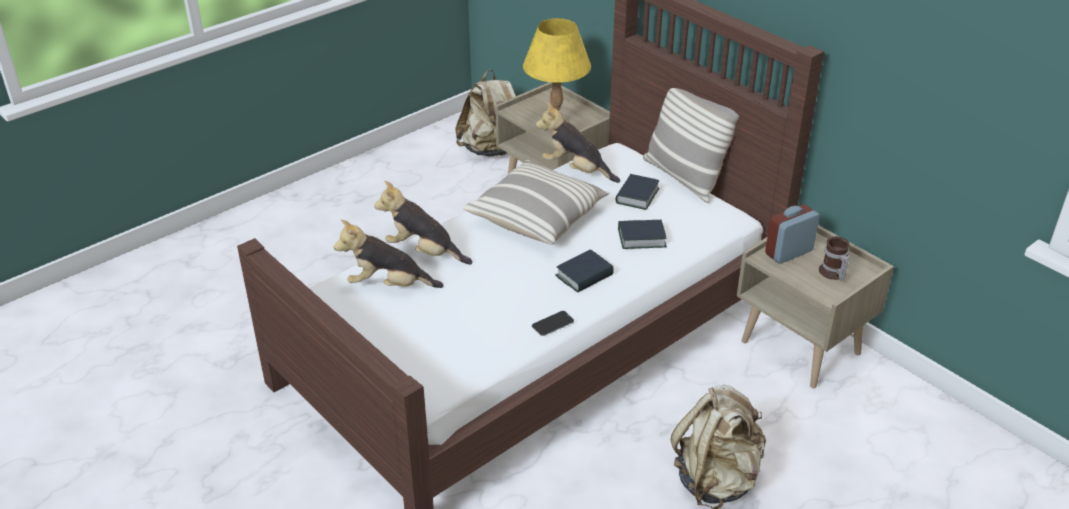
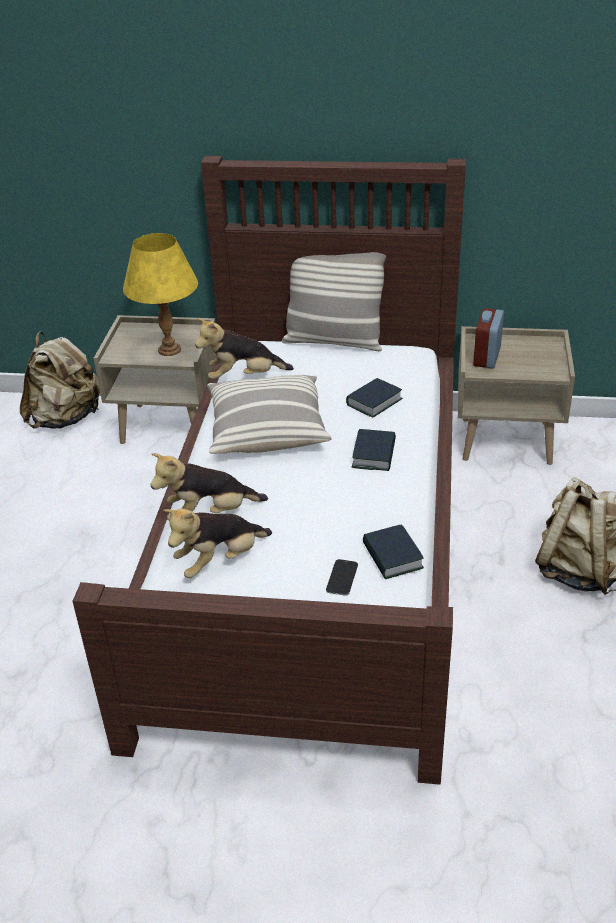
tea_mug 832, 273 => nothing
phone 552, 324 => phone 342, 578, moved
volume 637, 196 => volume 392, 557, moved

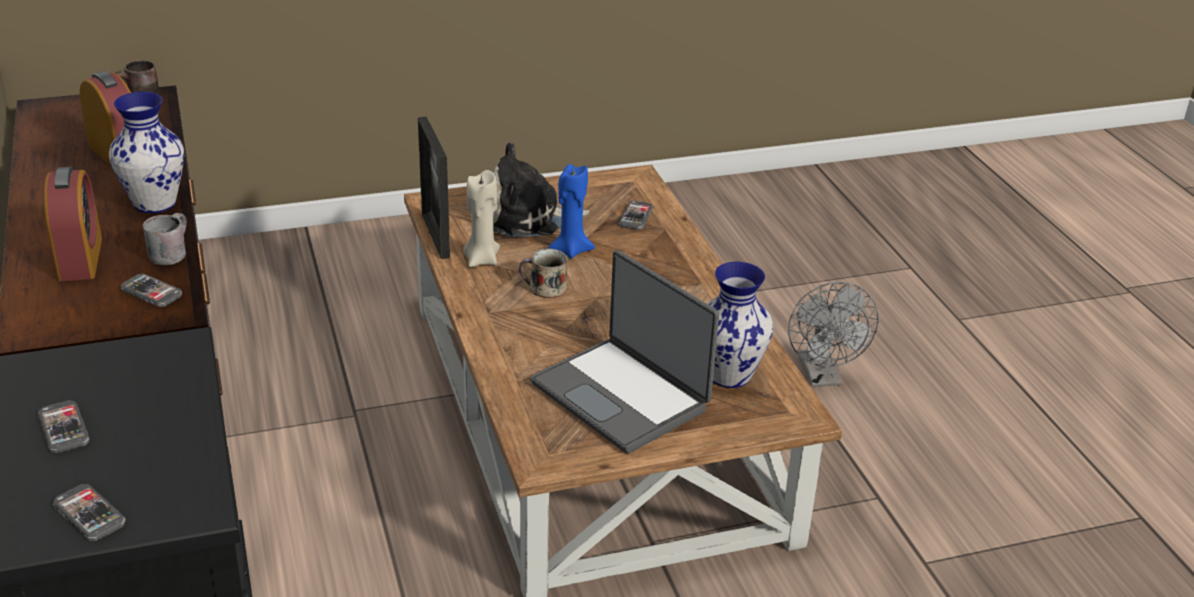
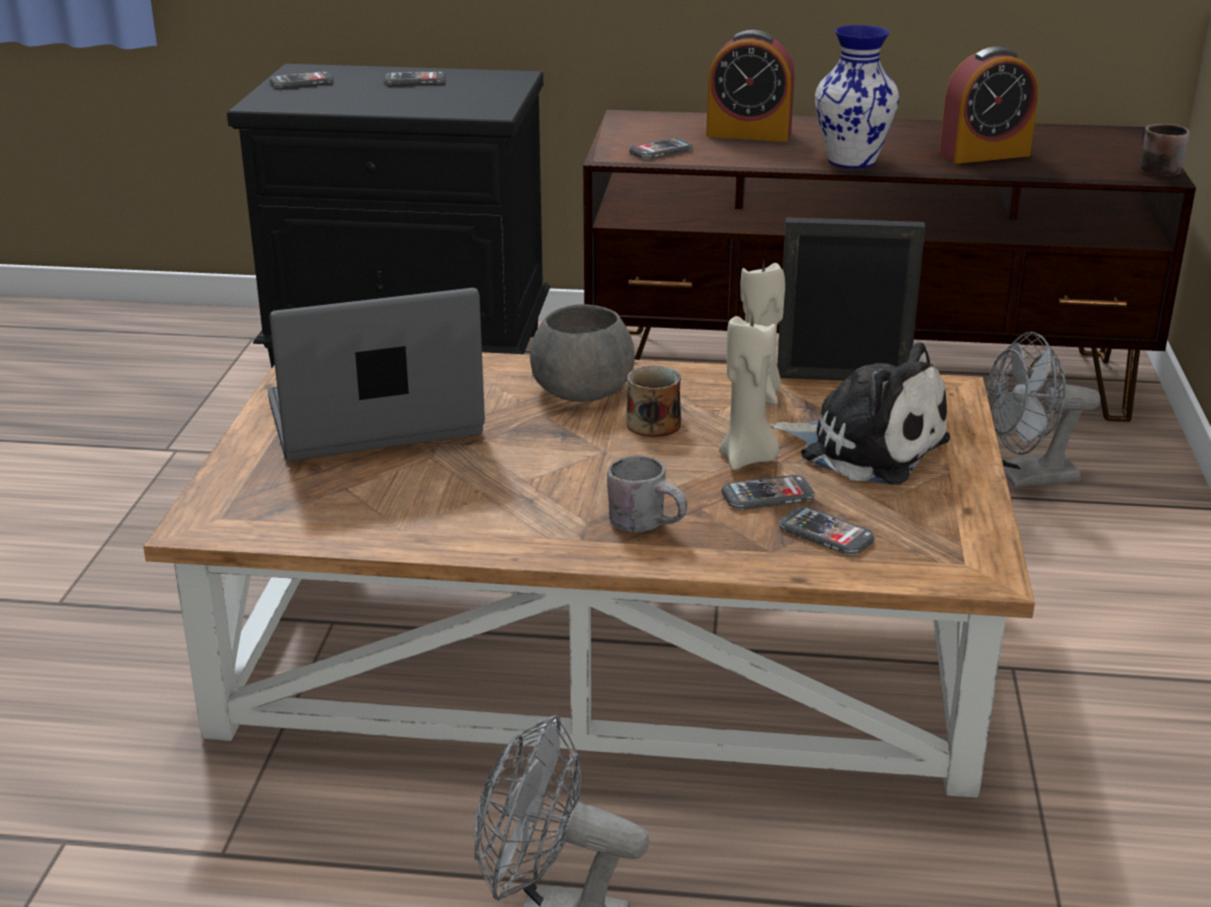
decorative_vase 728, 374 => nothing
nothing => greyish_bowl 581, 391
nothing => phone 767, 496
nothing => greyish_cooling_fan 1026, 477
greyish_tea_mug 168, 252 => greyish_tea_mug 649, 523, moved
bluish_wax_candle 571, 250 => beige_wax_candle 747, 459
soft_toy 528, 217 => soft_toy 866, 447, 105 degrees clockwise

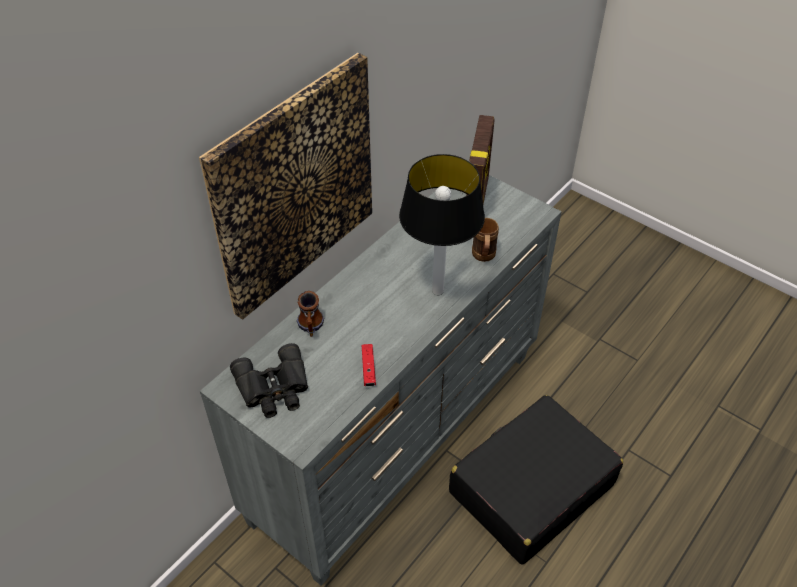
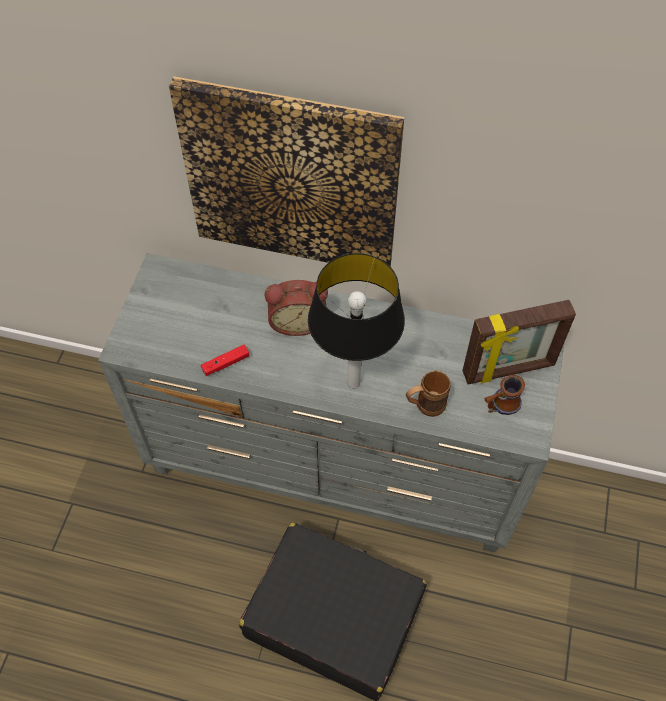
black_pair_of_binoculars 274, 388 => nothing
nothing => bedside_clock 297, 321
tea_mug 311, 328 => tea_mug 499, 406, moved

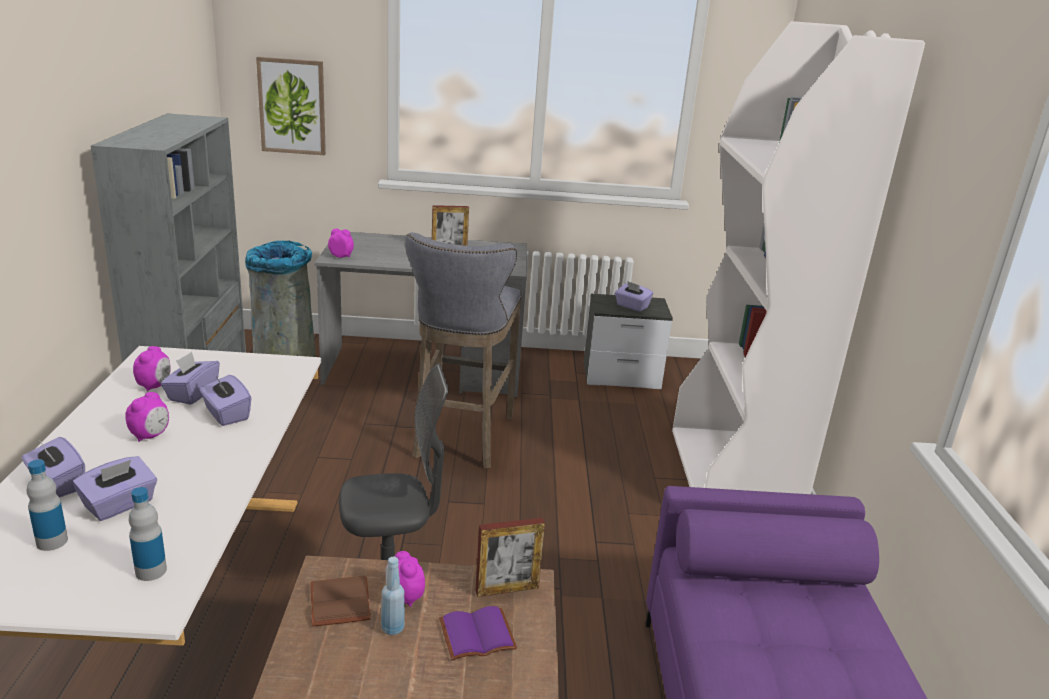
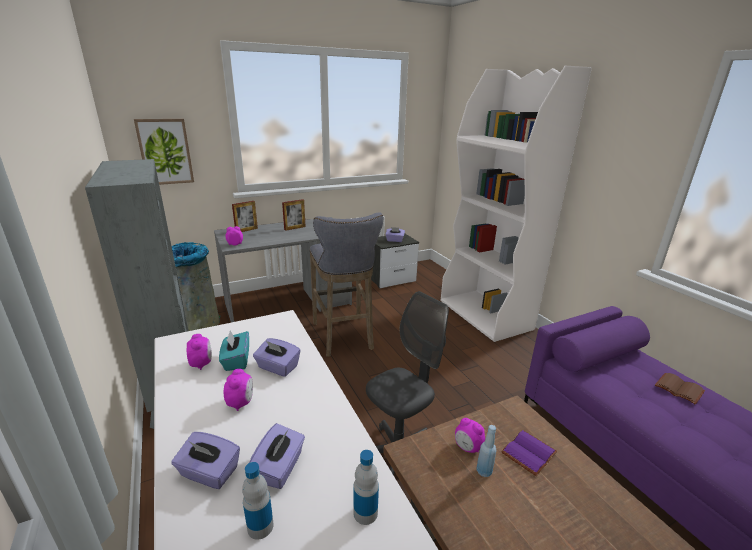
brownish_volume 338, 601 => brownish_volume 677, 389, moved
standing_frame 507, 589 => standing_frame 246, 230, moved
purplish_tissue_holder 192, 394 => turquoise_tissue_holder 236, 360

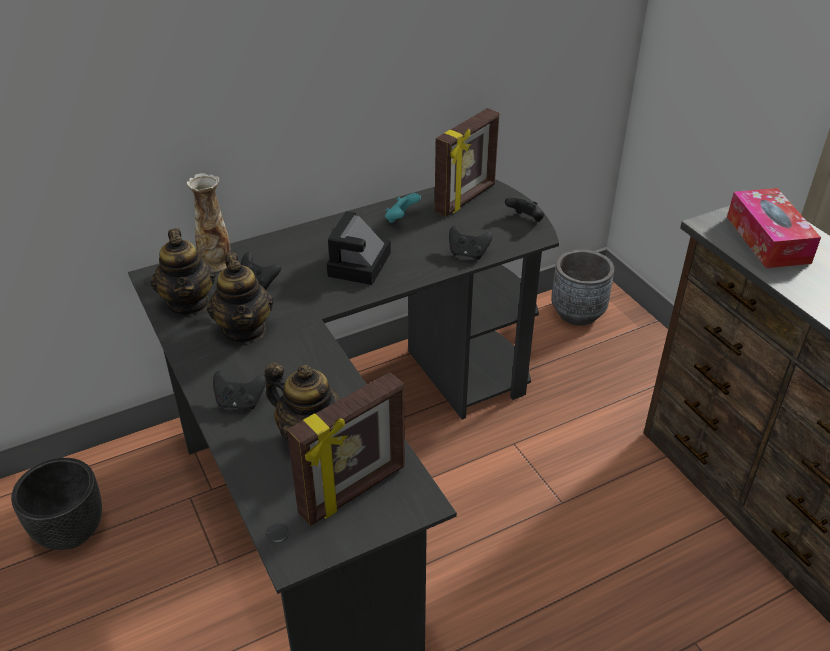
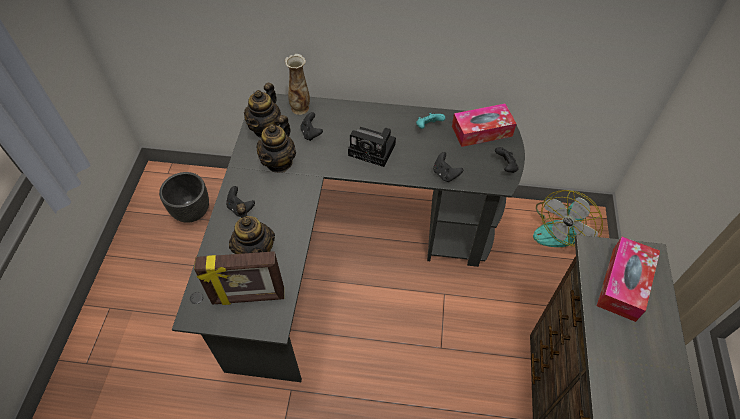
standing_frame 466, 199 => tissue_holder 482, 131
greyish_flower_pot 578, 313 => cooling_fan 561, 228
still_camera 359, 266 => still_camera 374, 150, 120 degrees counterclockwise

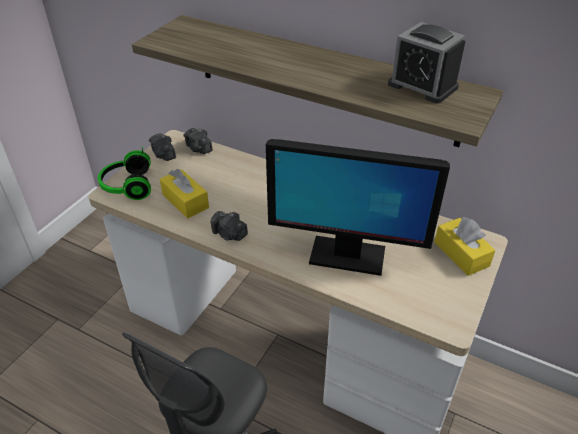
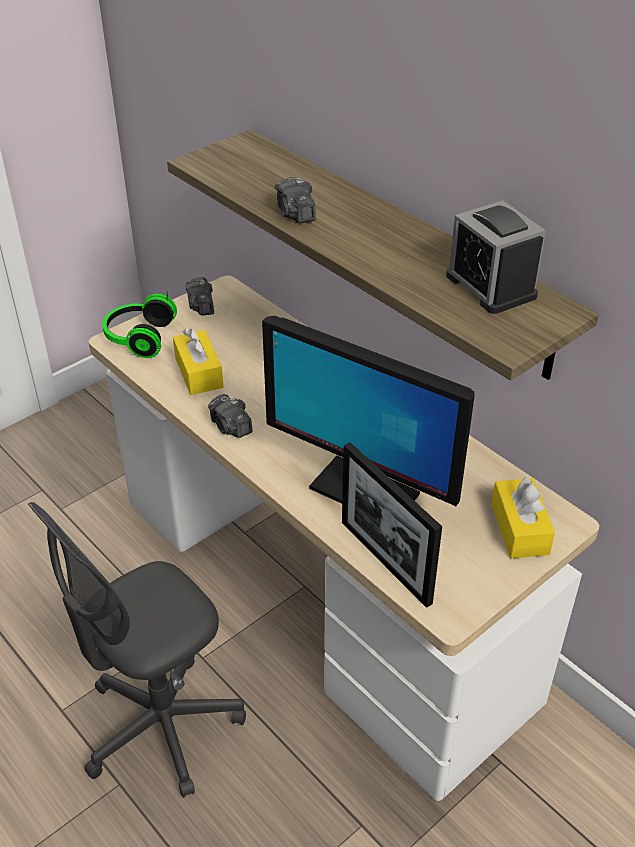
nothing => standing_frame 385, 561
still_camera 198, 149 => still_camera 295, 214, moved

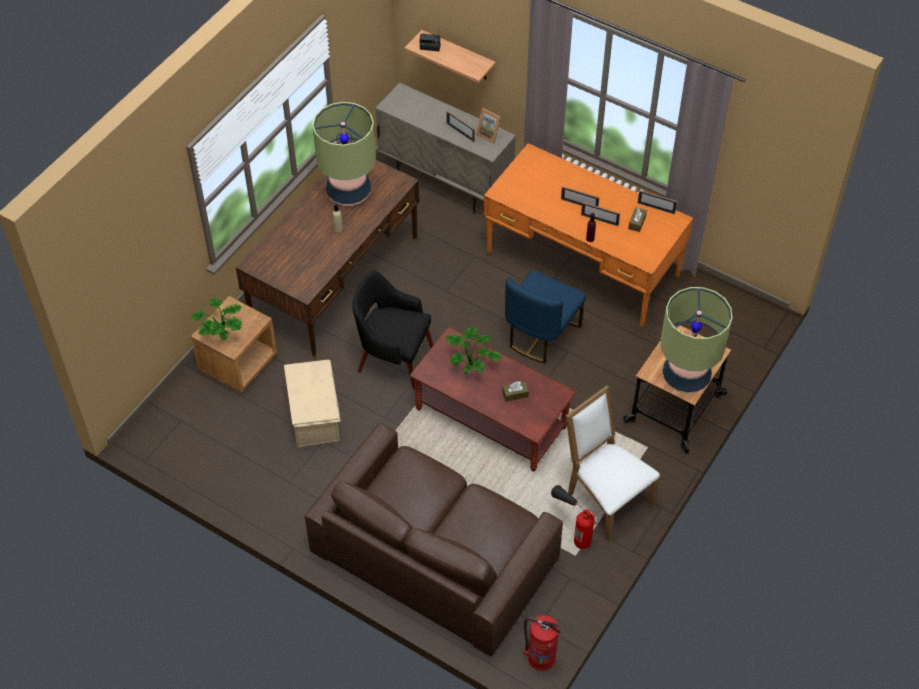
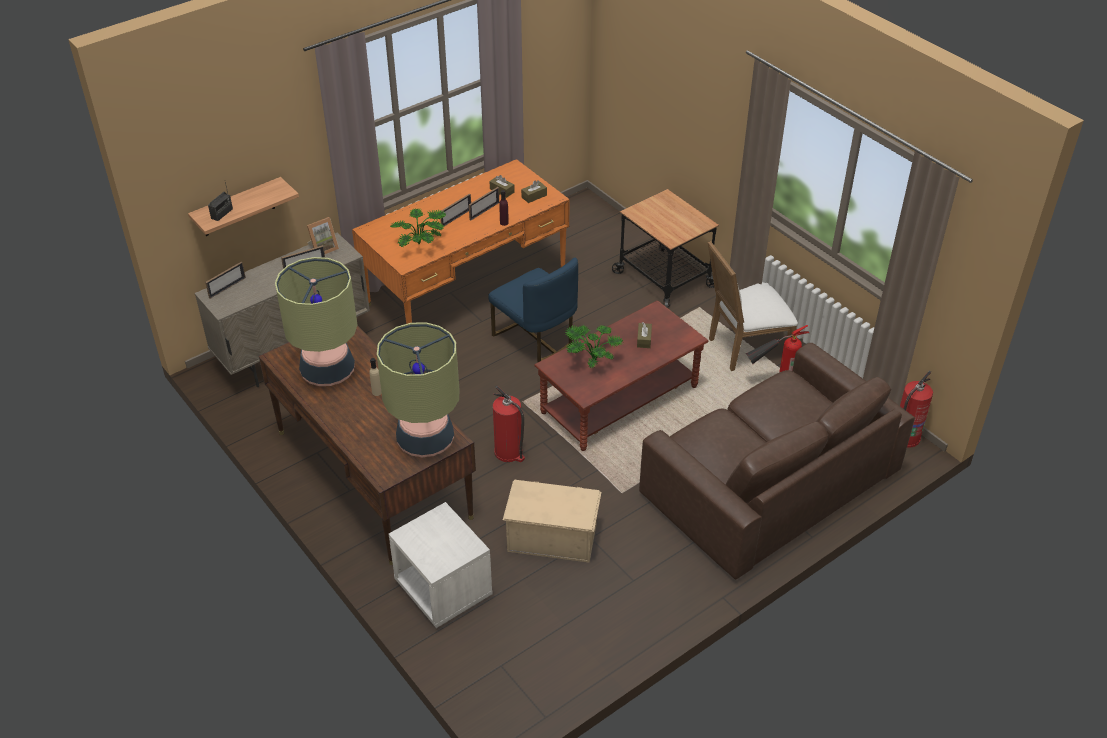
nothing => brownish_tissue_holder 534, 196
plant_in_a_pot 221, 332 => plant_in_a_pot 421, 245, moved
standing_frame 656, 208 => standing_frame 227, 288, moved
table_lamp 686, 377 => table_lamp 426, 440, moved
black_lounge_chair 394, 359 => fire_extinguisher 509, 452
brownish_bedside_table 238, 363 => white_bedside_table 442, 589

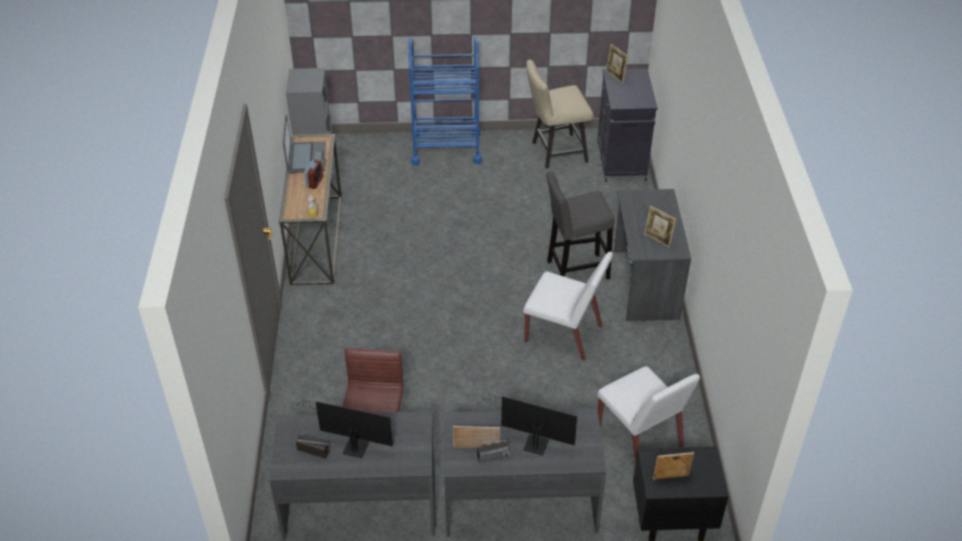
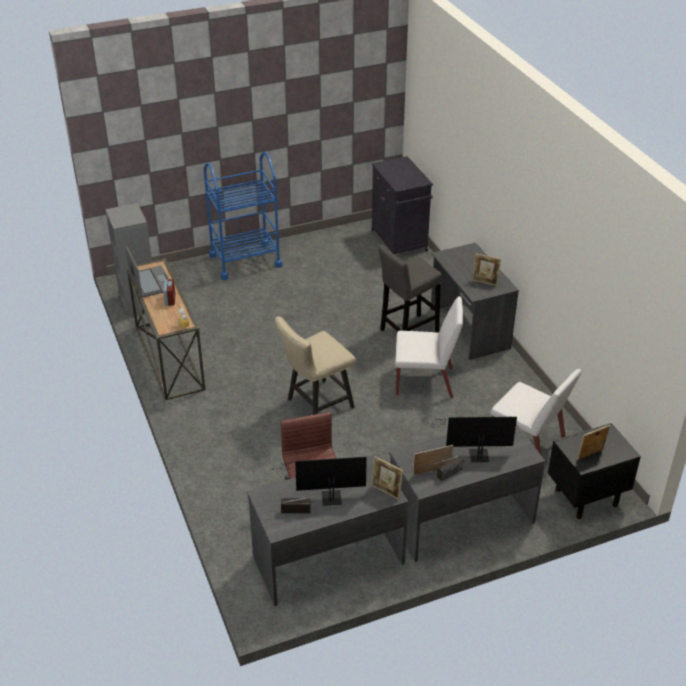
beige_chair 555, 152 => beige_chair 316, 404, moved
standing_frame 615, 76 => standing_frame 386, 491, moved

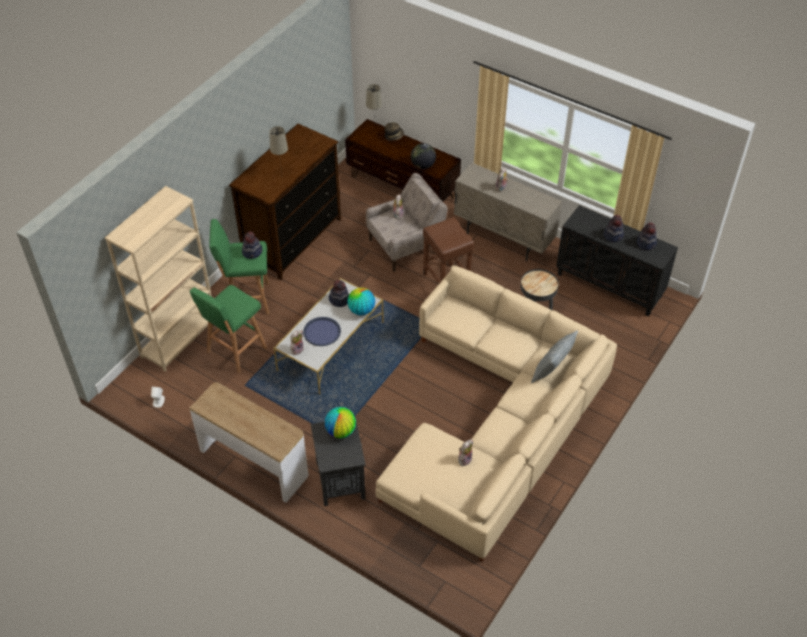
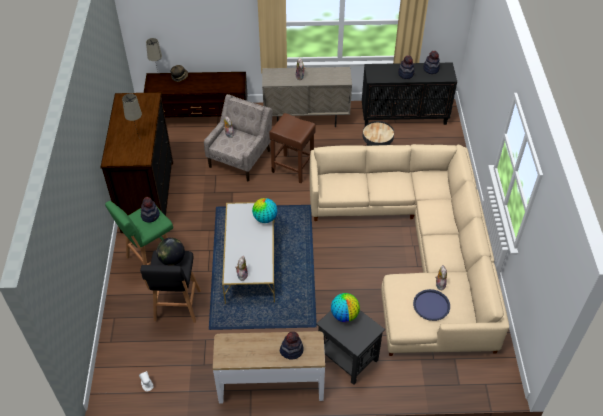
beige_shelving_unit 179, 338 => nothing
pillow 552, 371 => nothing
bluish_carrying_tray 322, 332 => bluish_carrying_tray 431, 305, moved
clothing_hat 339, 299 => clothing_hat 291, 350, moved
desk_globe 423, 165 => desk_globe 172, 259, moved
green-coloured_stool_seat 235, 351 => black_stool_seat 177, 307

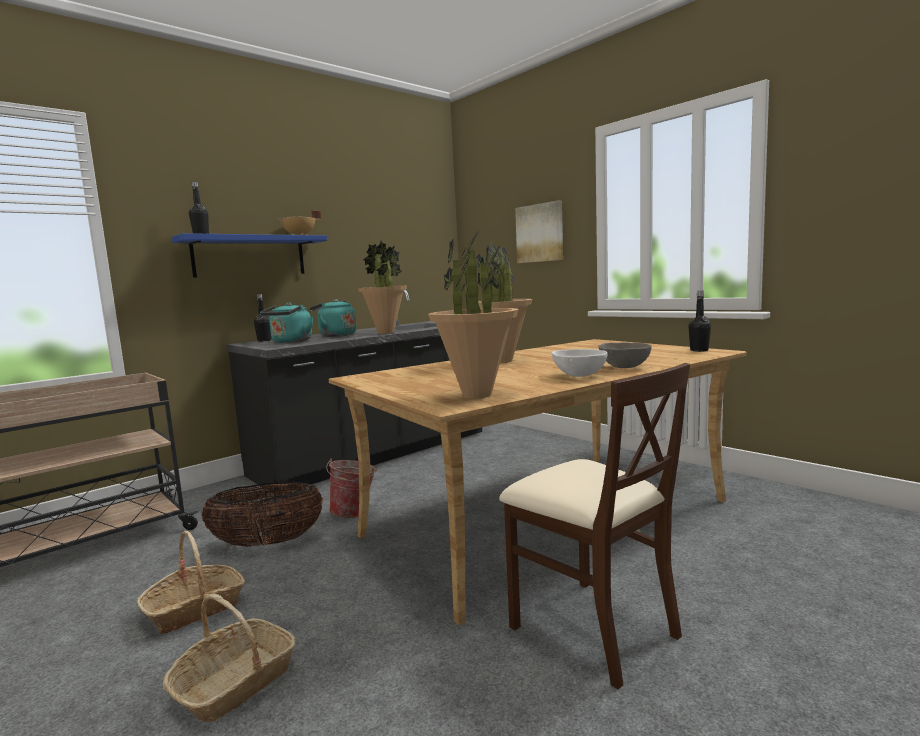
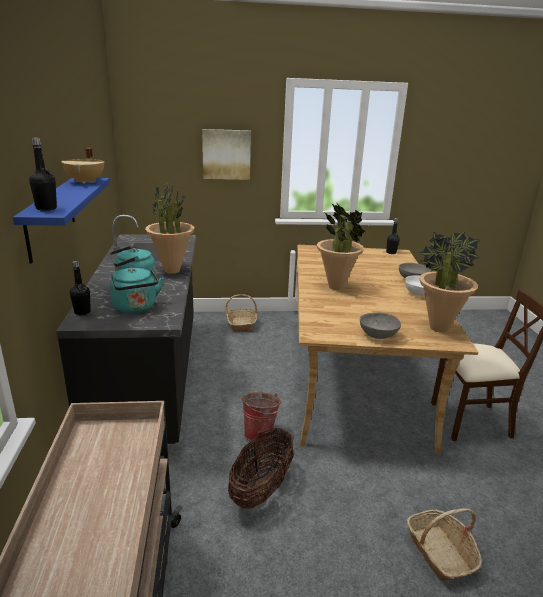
nothing => greyish_bowl 377, 336
basket 195, 608 => basket 242, 324, moved

